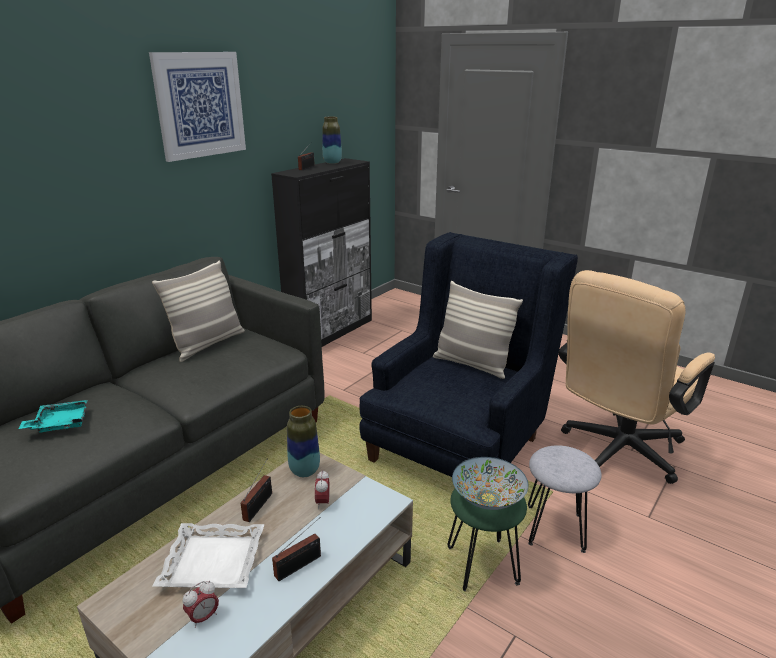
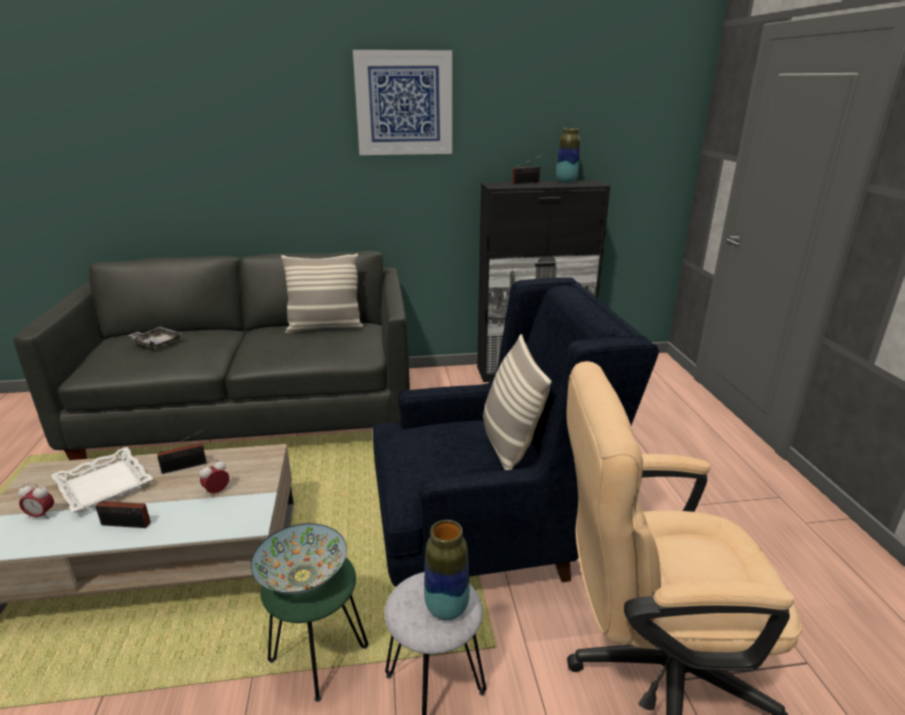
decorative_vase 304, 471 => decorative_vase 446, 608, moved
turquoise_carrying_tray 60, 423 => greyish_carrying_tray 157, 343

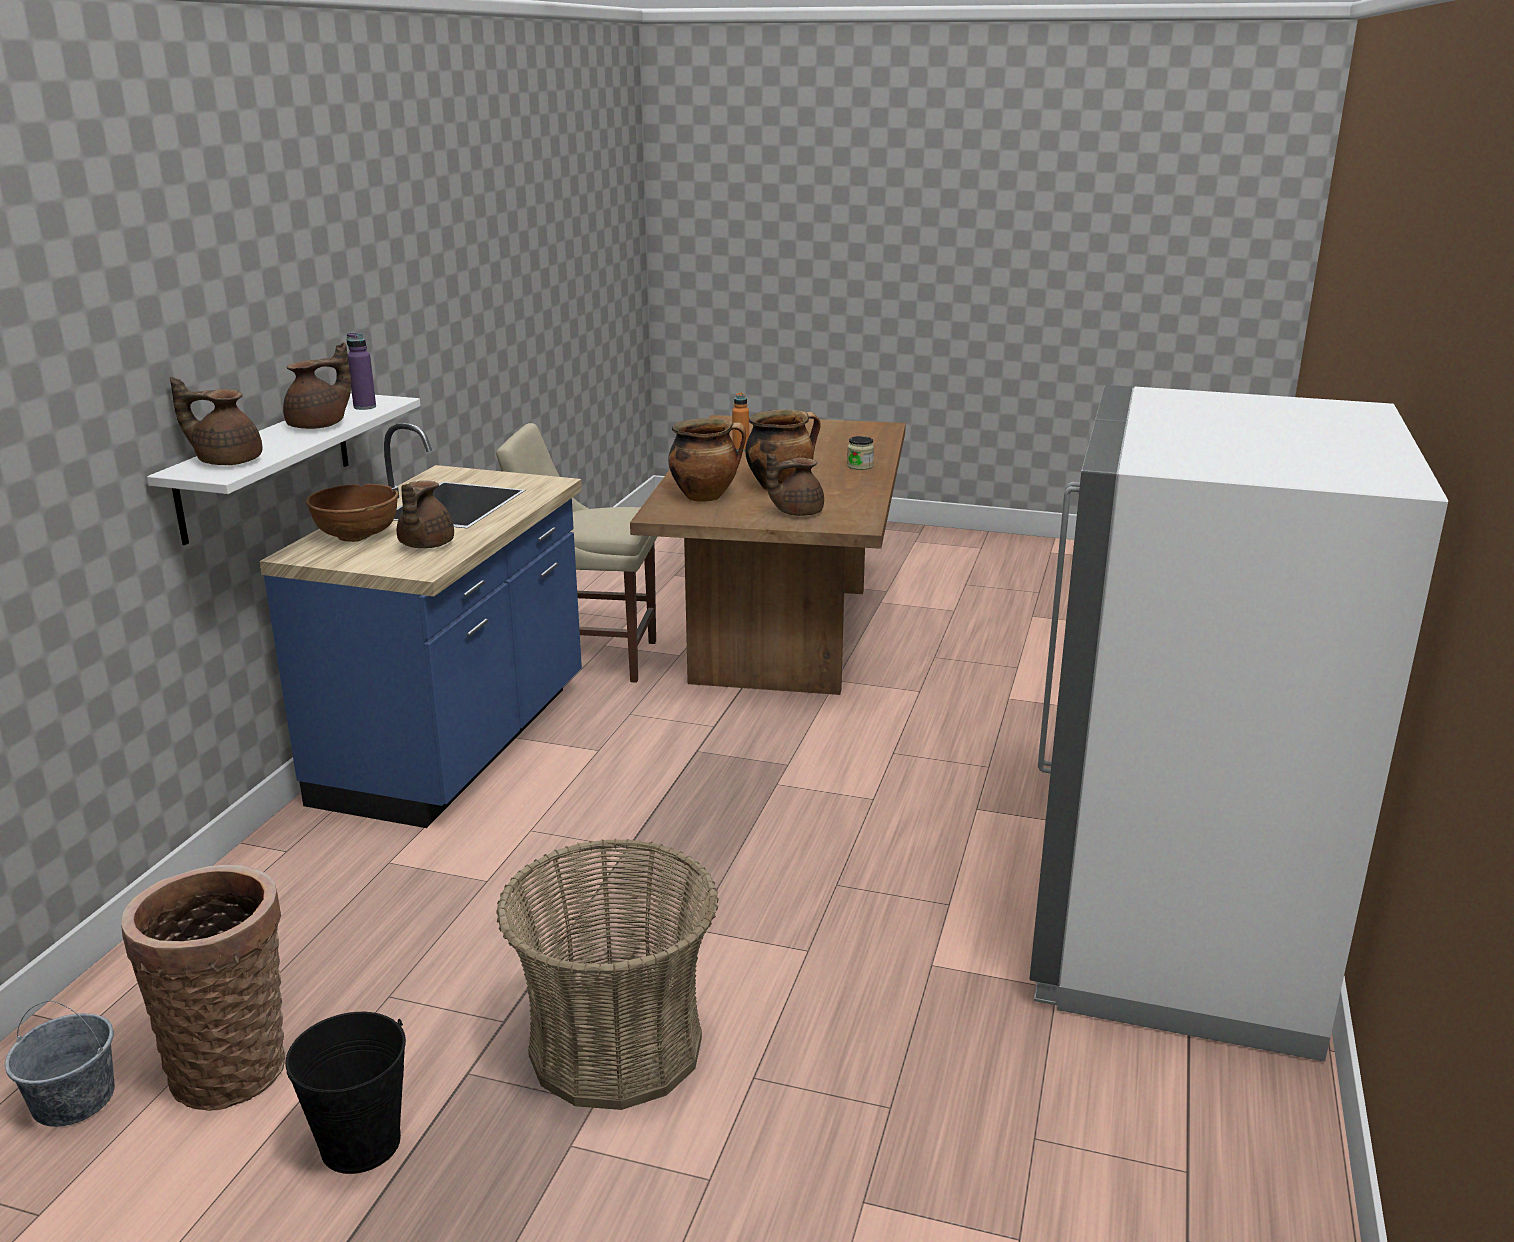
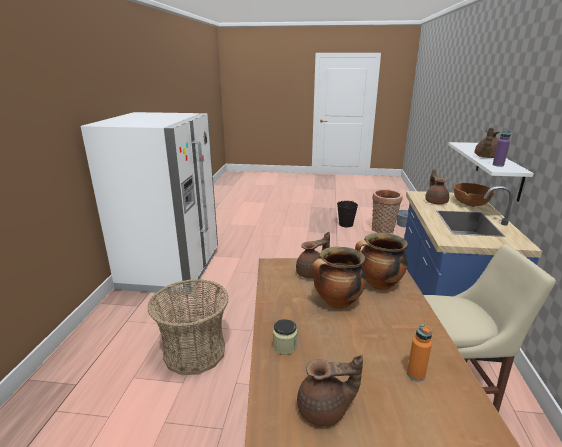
brownish_pot_for_tea 227, 461 => brownish_pot_for_tea 324, 410, moved
basket 616, 1047 => basket 194, 352, moved

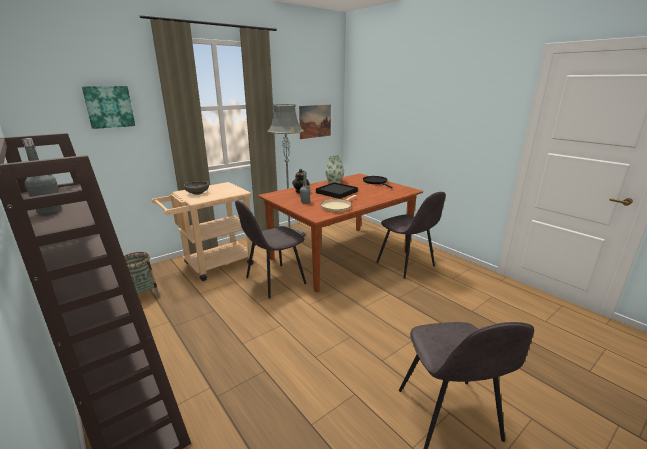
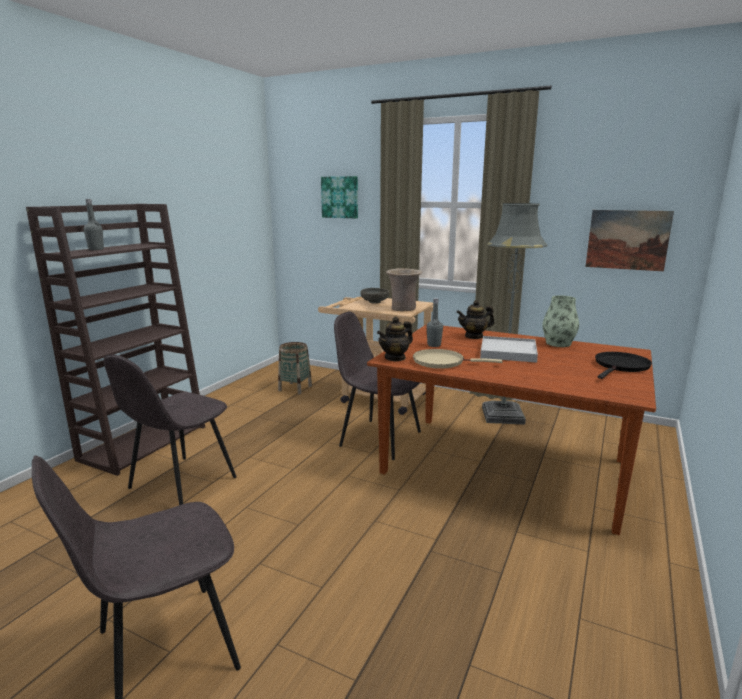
nothing => pot_for_tea 395, 358
nothing => beige_decorative_vase 403, 309
greyish_chair 406, 265 => greyish_chair 180, 484, moved
black_carrying_tray 336, 192 => white_carrying_tray 508, 352

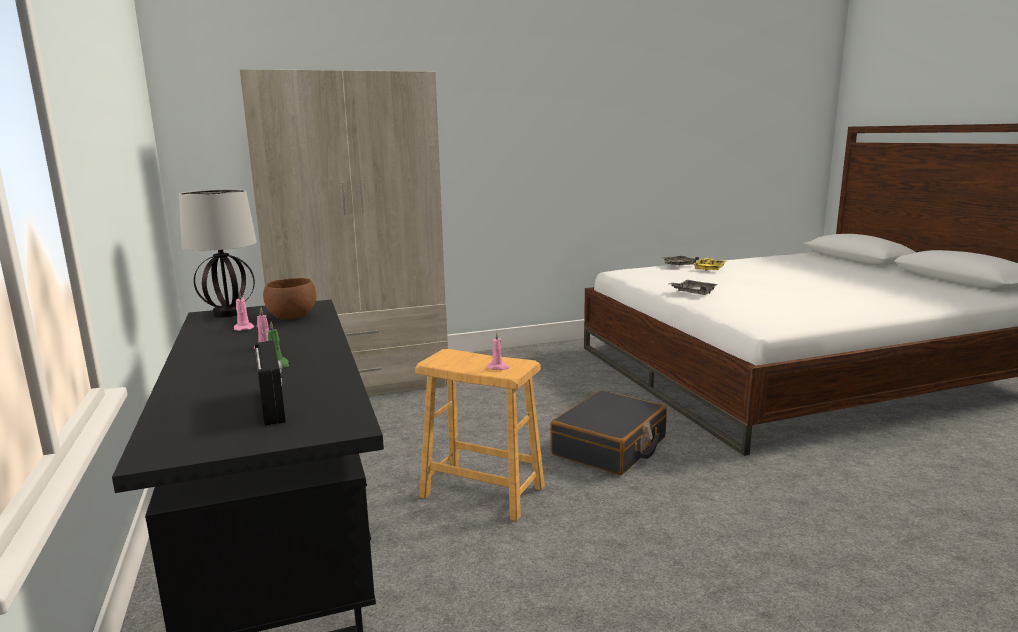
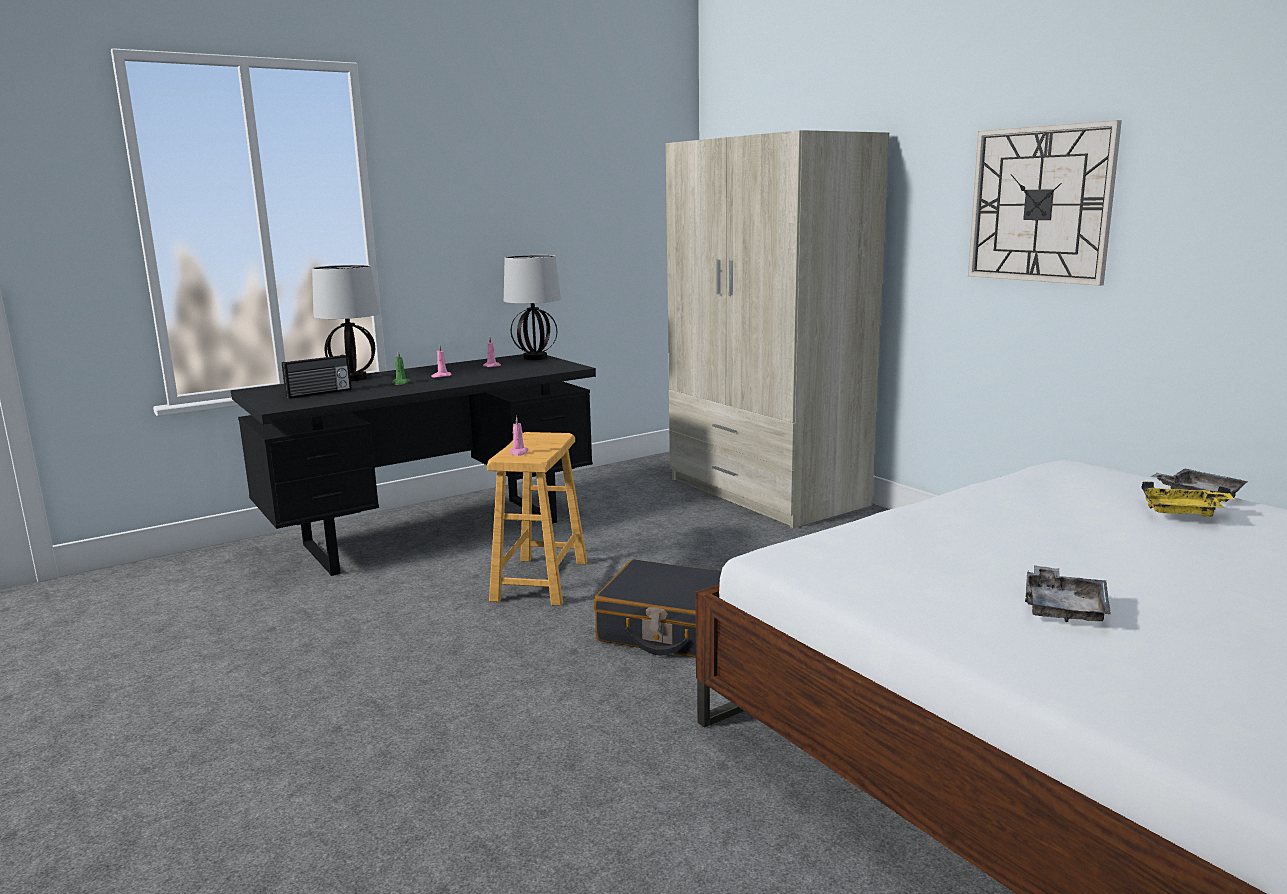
brownish_bowl 292, 317 => nothing
nothing => table_lamp 353, 378
nothing => wall_clock 1040, 204
greyish_carrying_tray 693, 292 => greyish_carrying_tray 1063, 608, moved

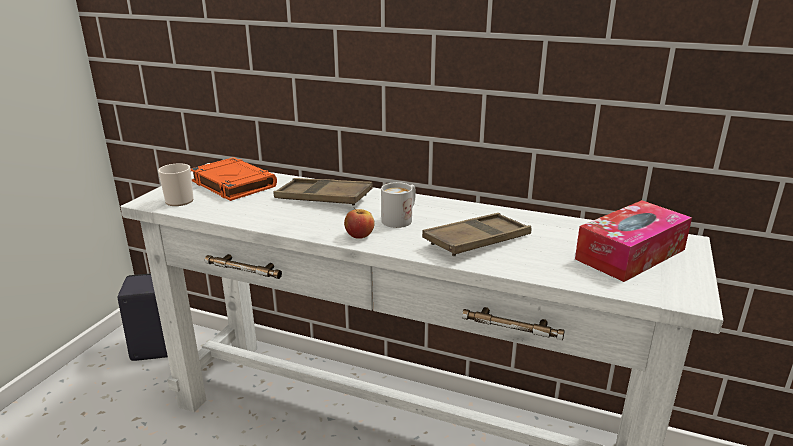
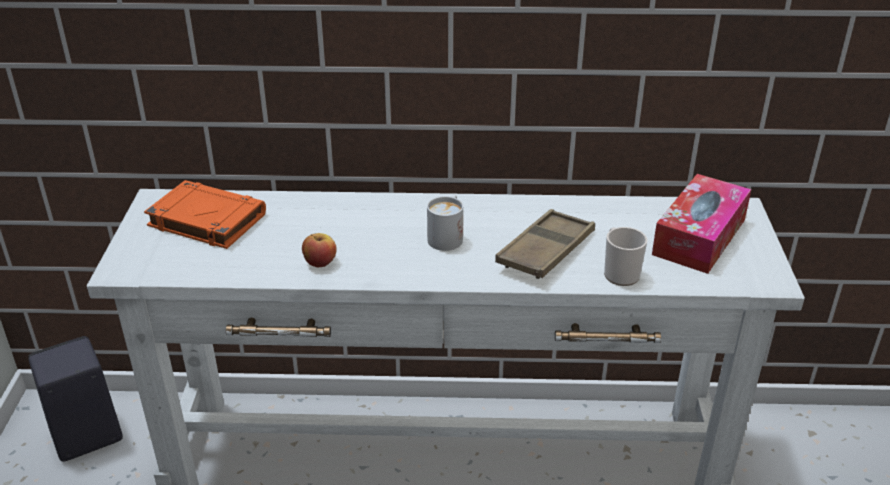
brownish_carrying_tray 323, 198 => nothing
tea_mug 180, 199 => tea_mug 619, 273, moved
apple 359, 235 => apple 320, 262, moved

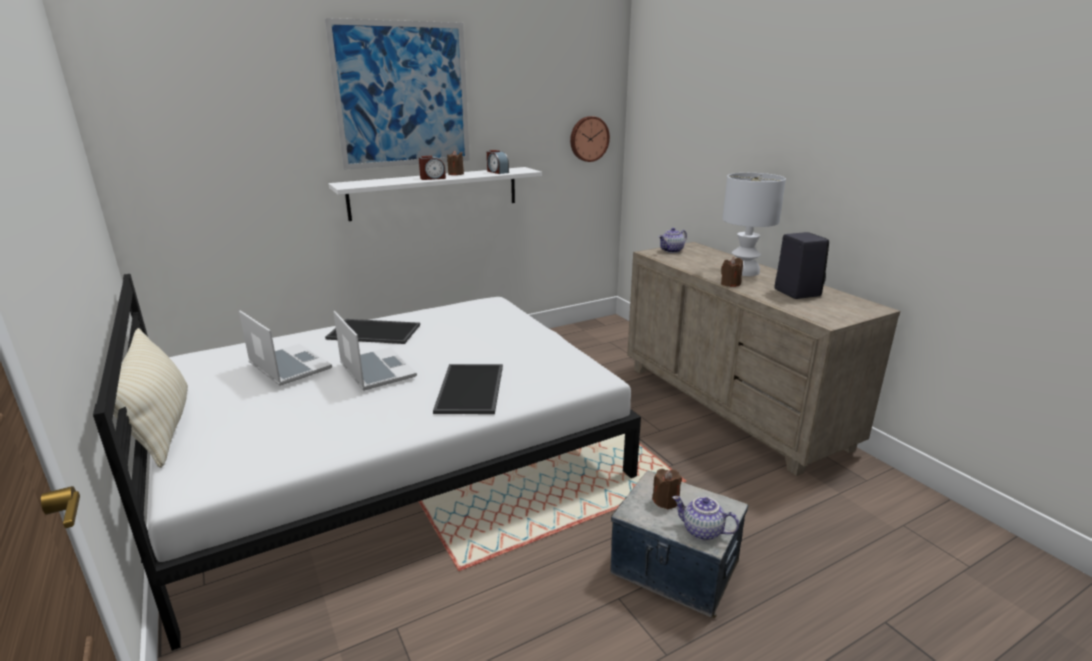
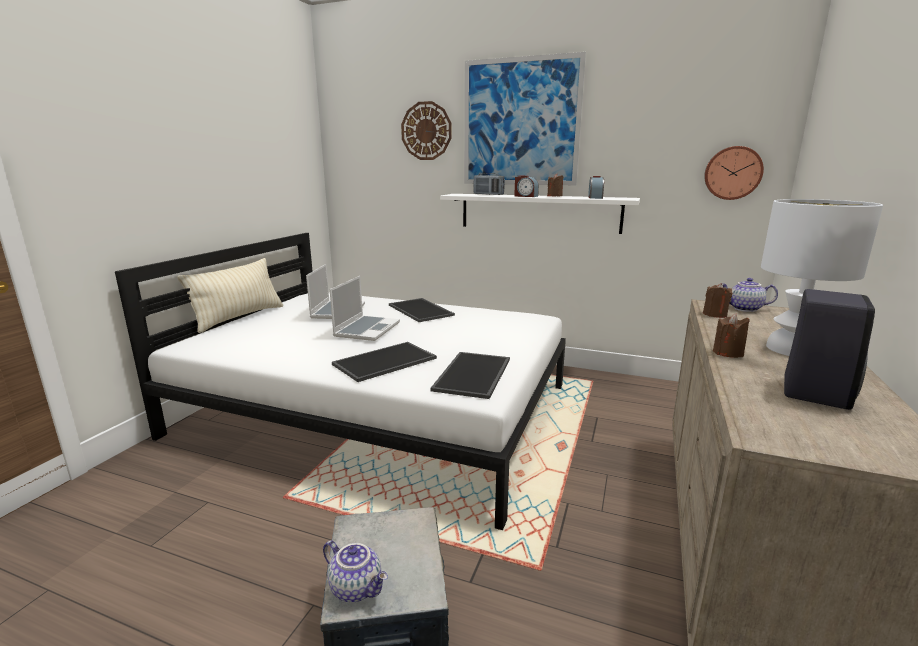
nothing => wall_clock 426, 131
nothing => carrying_tray 474, 375
nothing => radio 488, 194
brownish_wax_candle 665, 501 => brownish_wax_candle 714, 314, moved
pot_for_tea 701, 531 => pot_for_tea 357, 587, 135 degrees clockwise

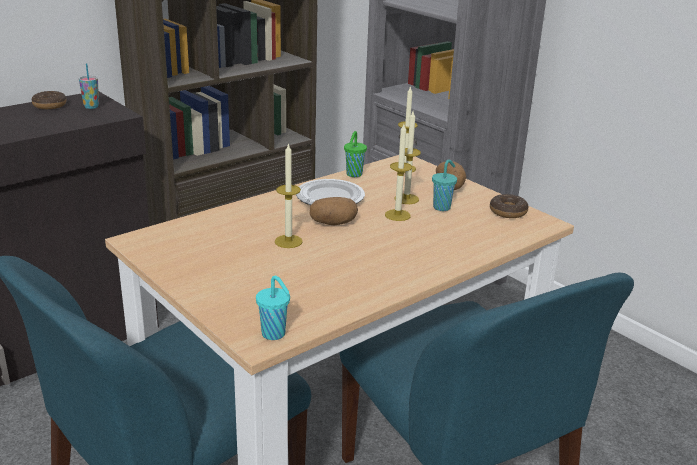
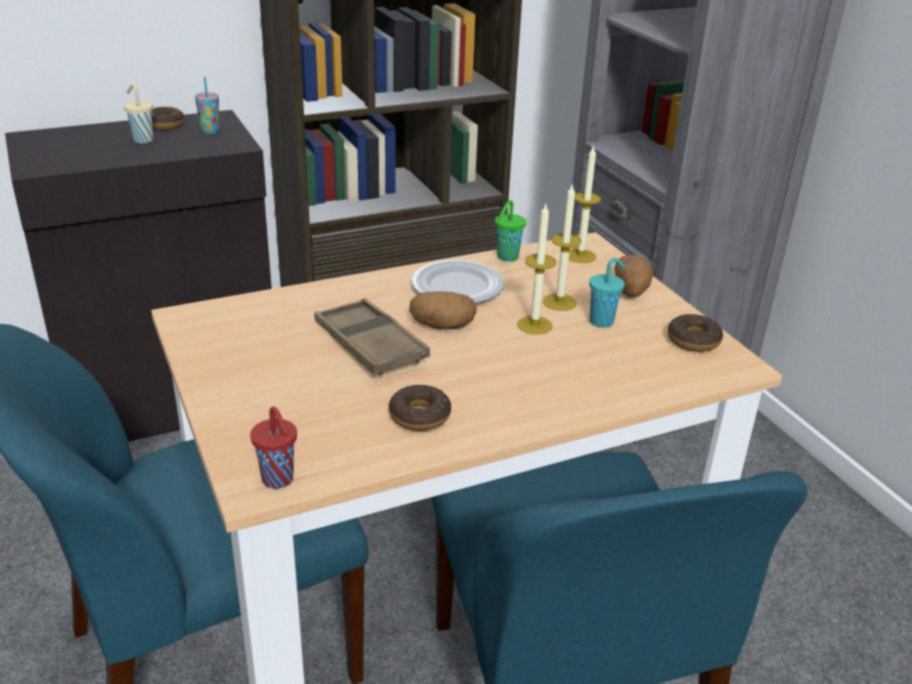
nothing => beige_drinking_cup 142, 140
nothing => doughnut 419, 416
wax_candle 288, 241 => brownish_carrying_tray 370, 345
turquoise_drinking_cup 274, 334 => reddish_drinking_cup 278, 480

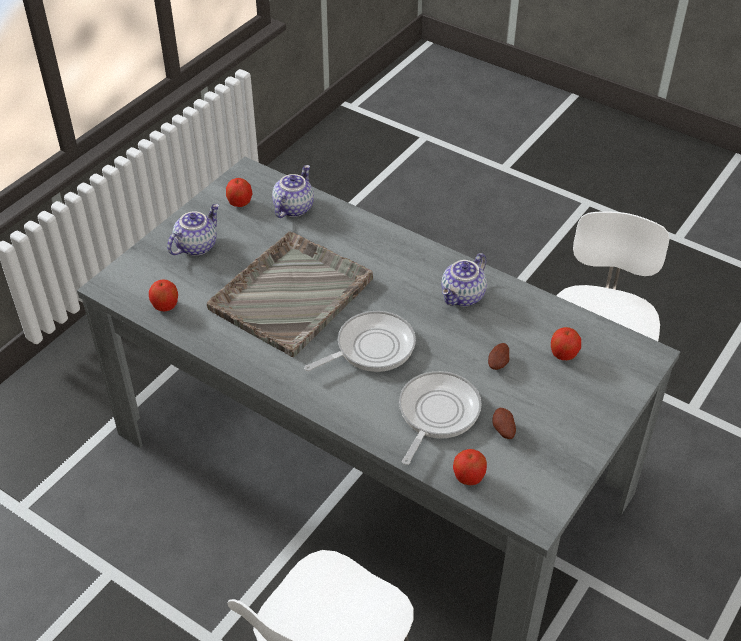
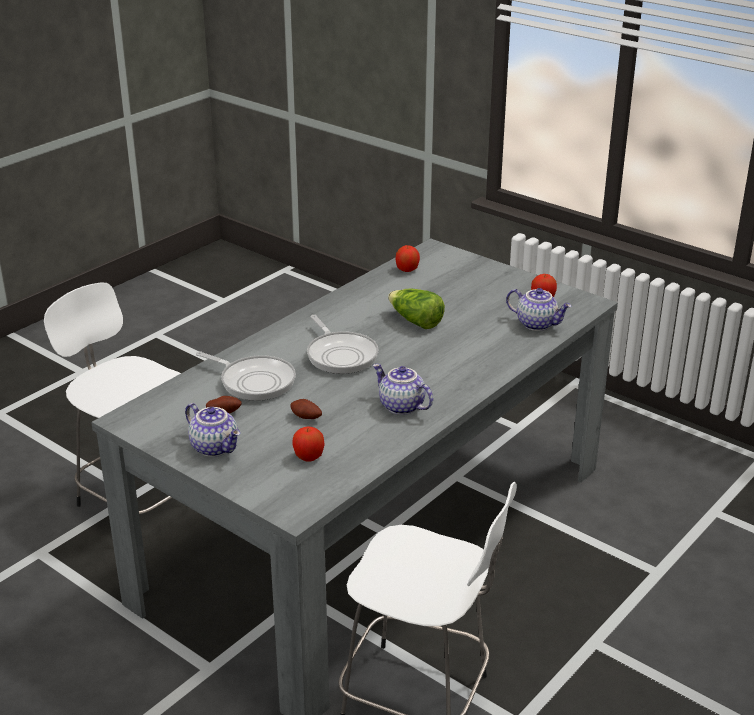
apple 468, 477 => nothing
pot_for_tea 196, 245 => pot_for_tea 216, 447, moved
greyish_carrying_tray 292, 293 => head_of_lettuce 415, 321

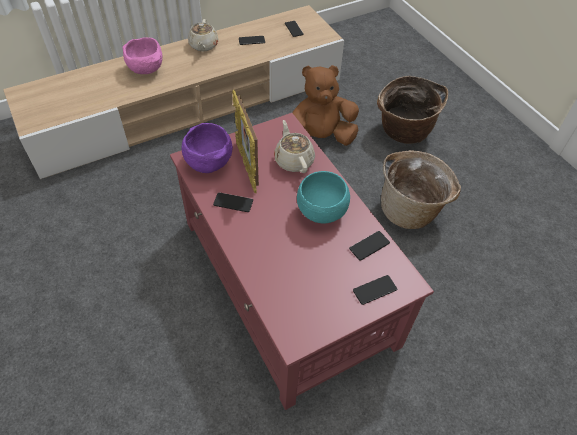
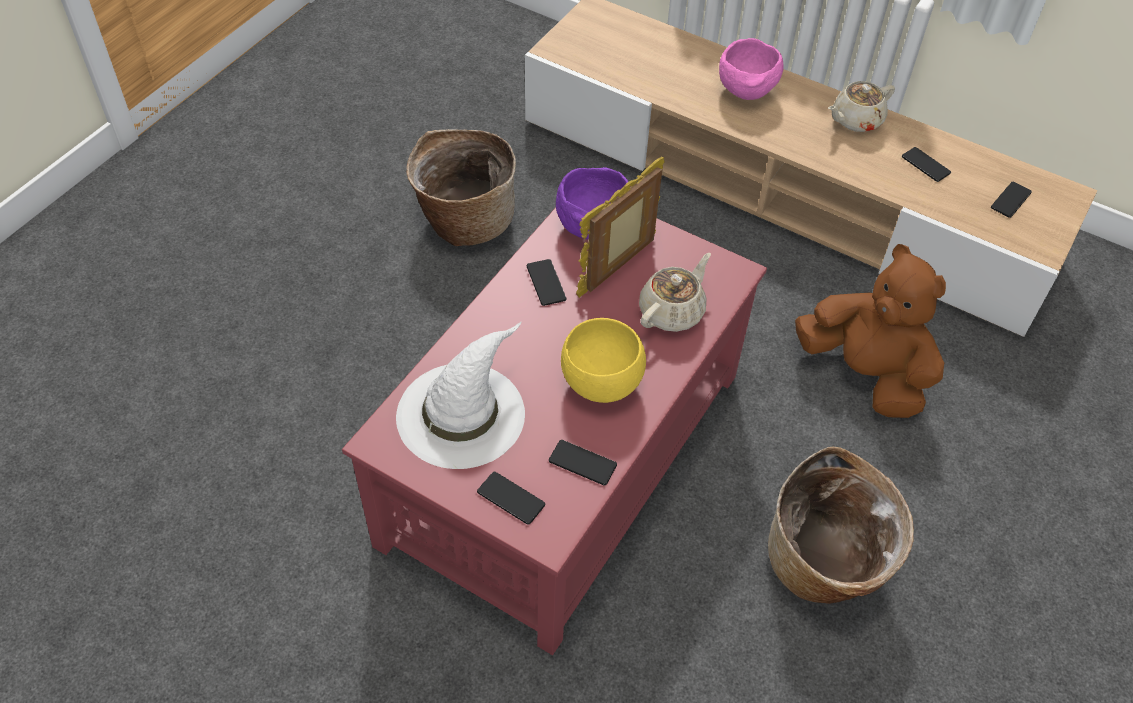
nothing => white_clothing_hat 461, 413
basket 403, 132 => basket 464, 220, moved
turquoise_bowl 322, 213 => yellowish_bowl 601, 385

